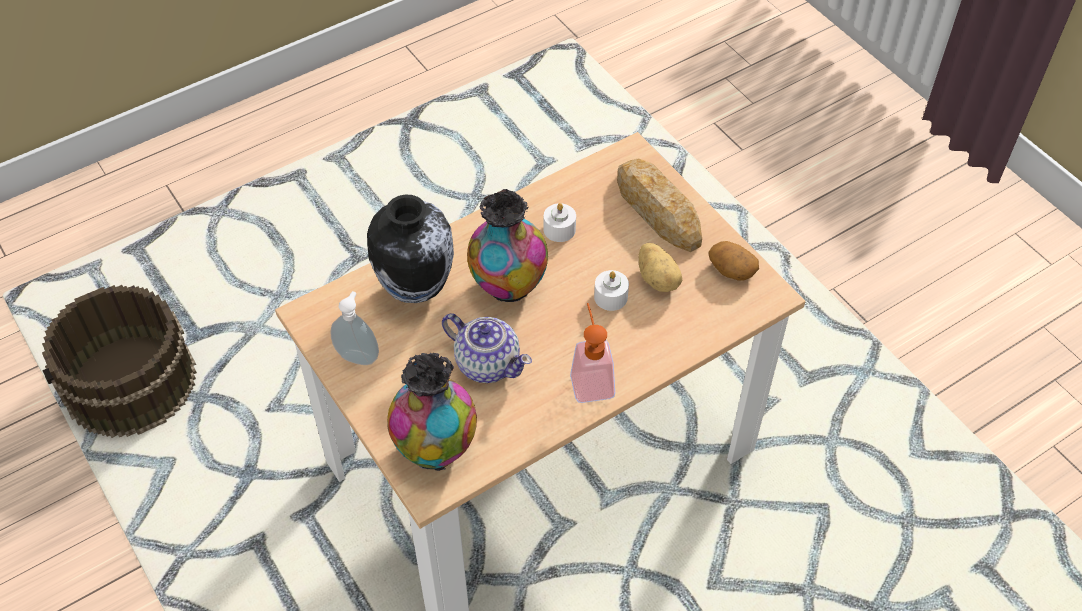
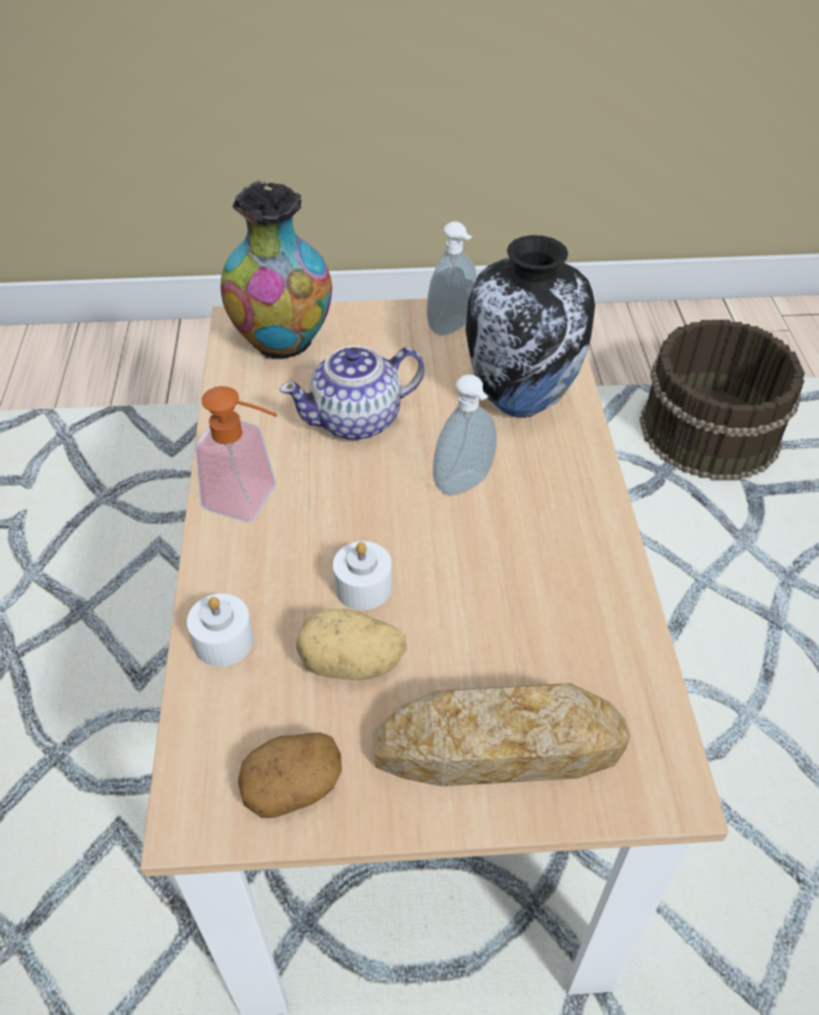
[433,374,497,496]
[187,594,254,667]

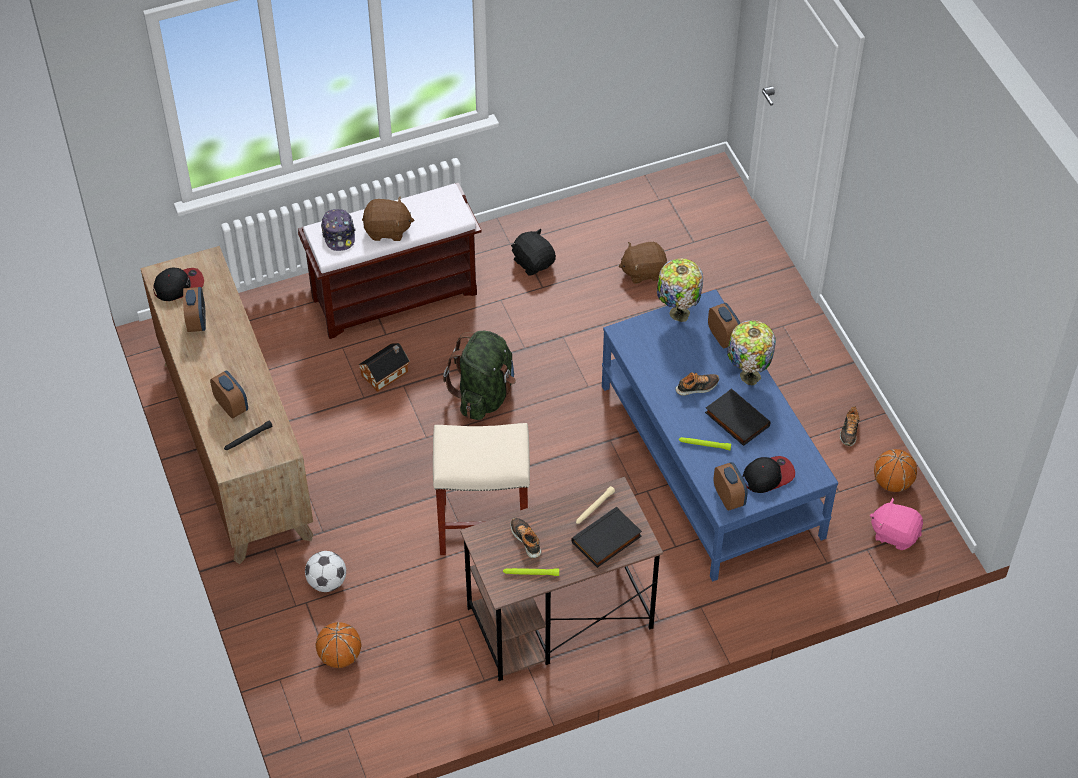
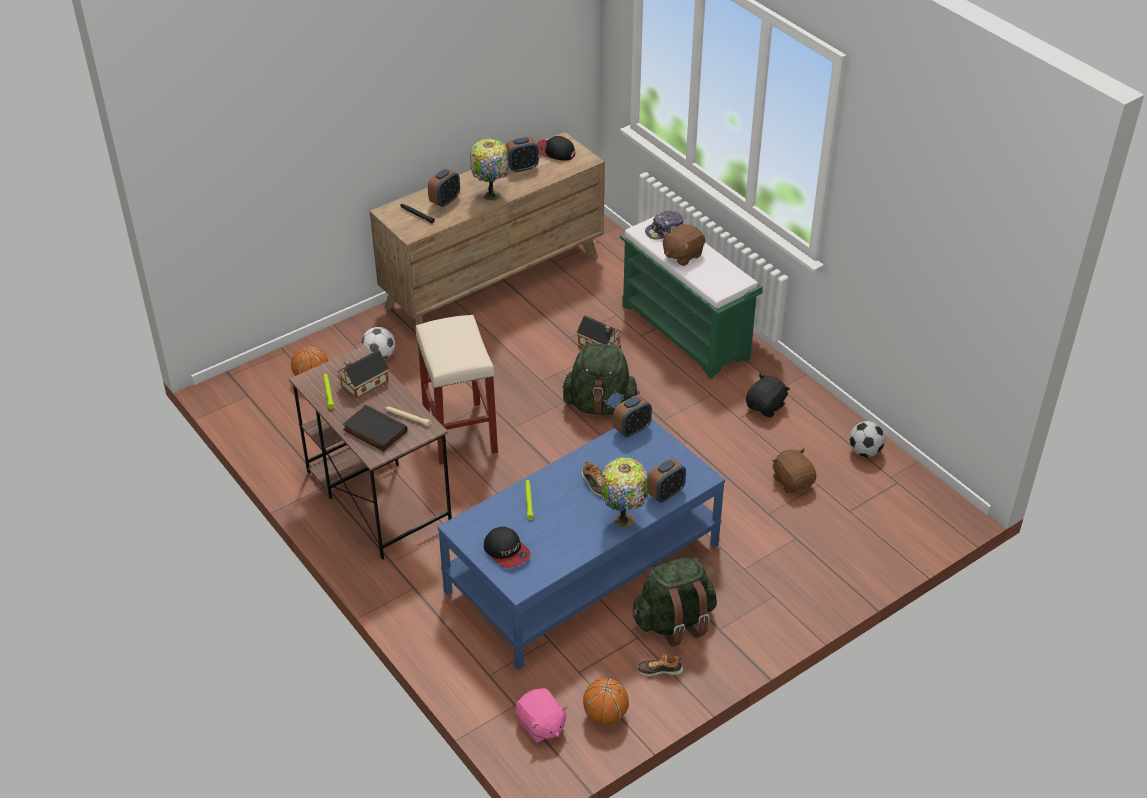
[620,216,763,379]
[663,224,705,266]
[470,139,509,201]
[536,136,575,161]
[705,389,770,446] (first image)
[613,395,652,437]
[516,688,568,743]
[337,350,389,399]
[849,421,885,457]
[632,557,717,646]

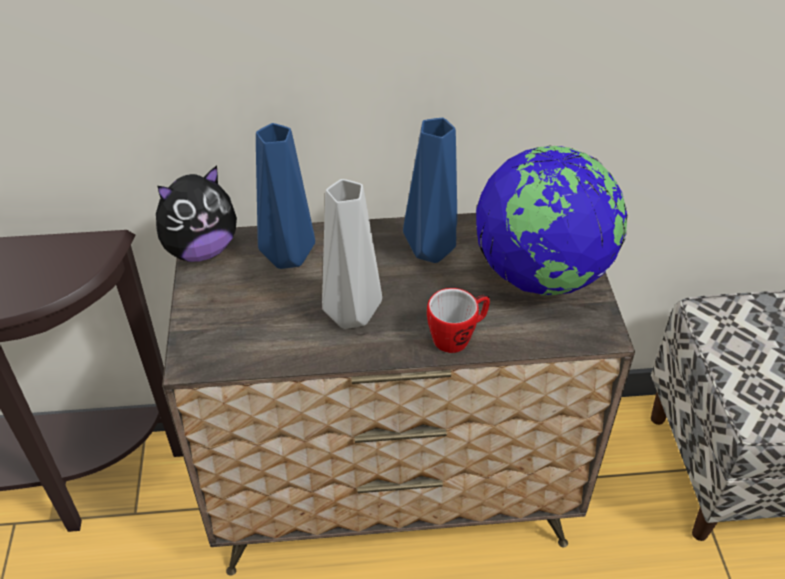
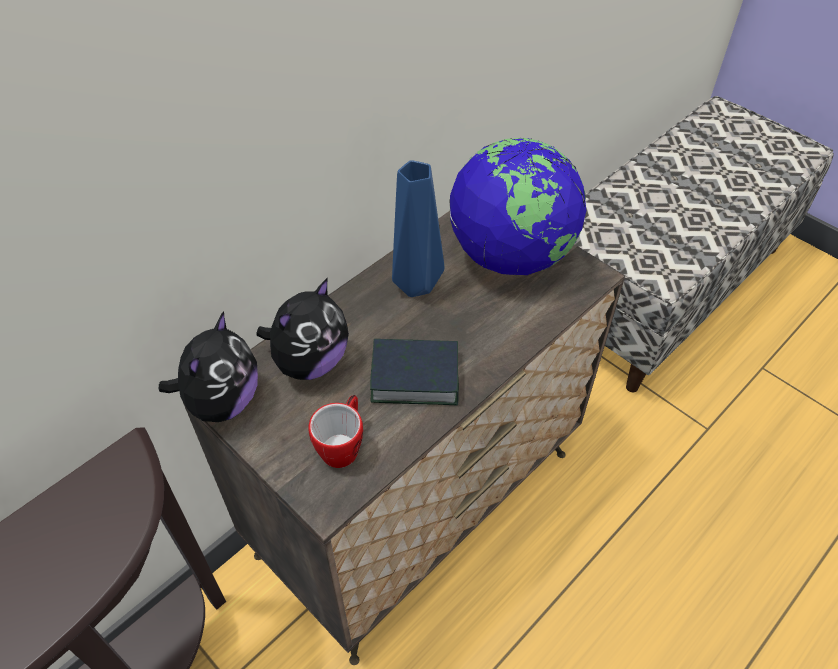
[256,278,349,380]
[370,339,459,405]
[309,395,363,468]

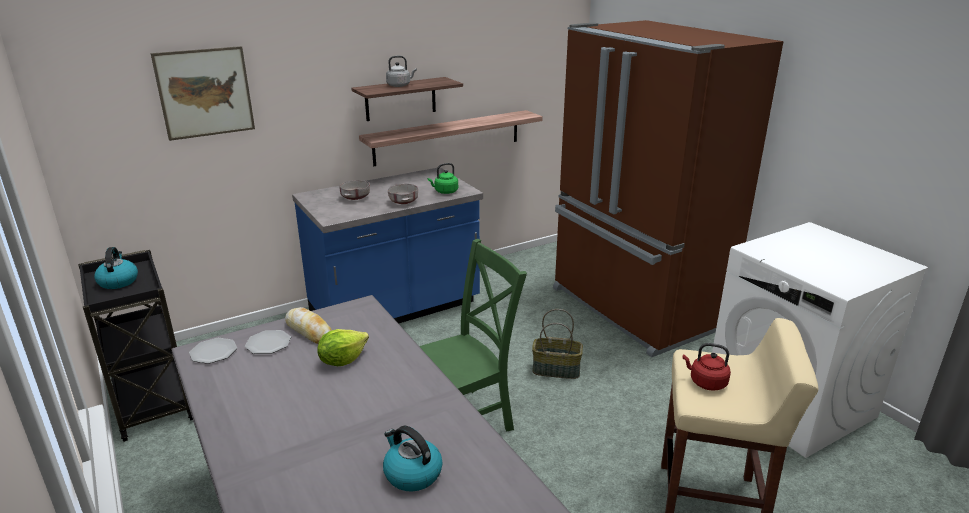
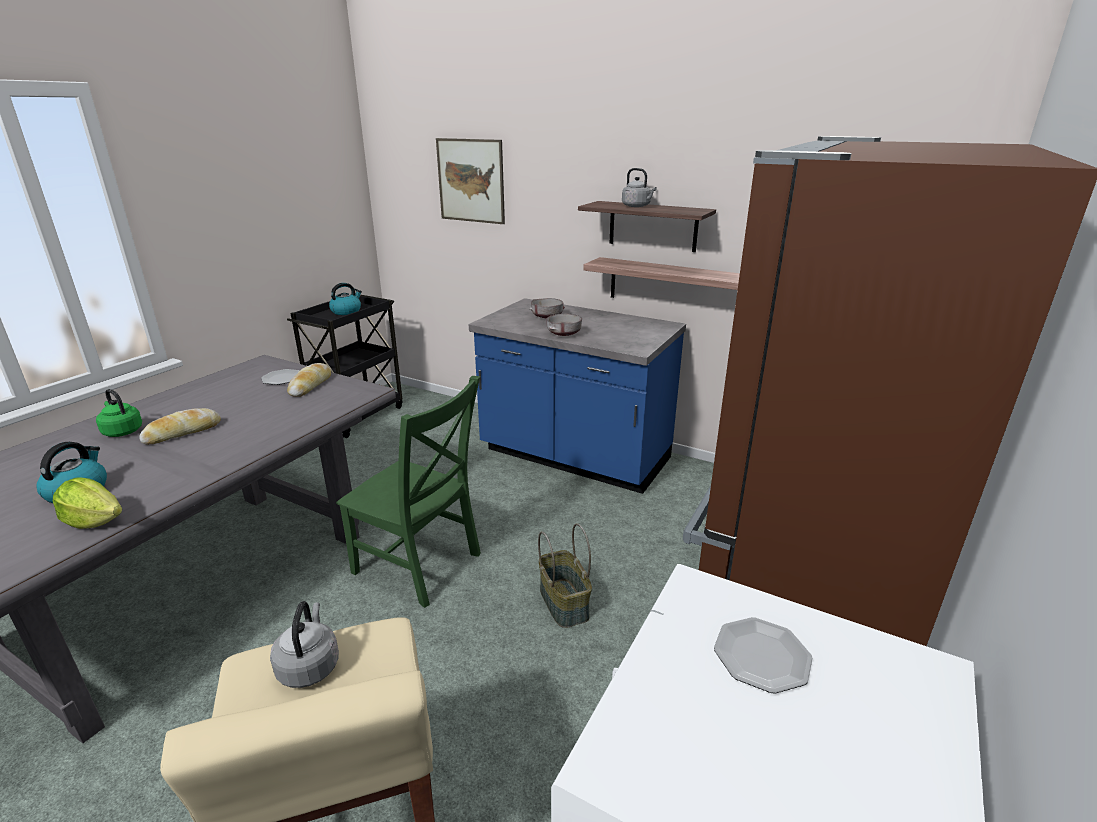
[96,389,142,437]
[53,477,122,529]
[714,617,813,694]
[270,601,339,688]
[139,408,221,445]

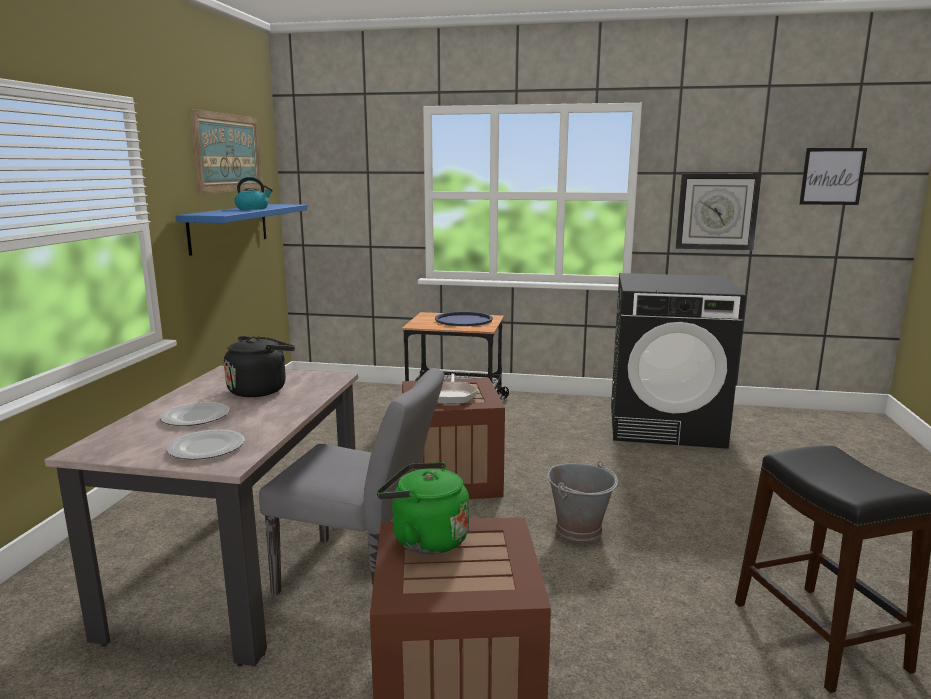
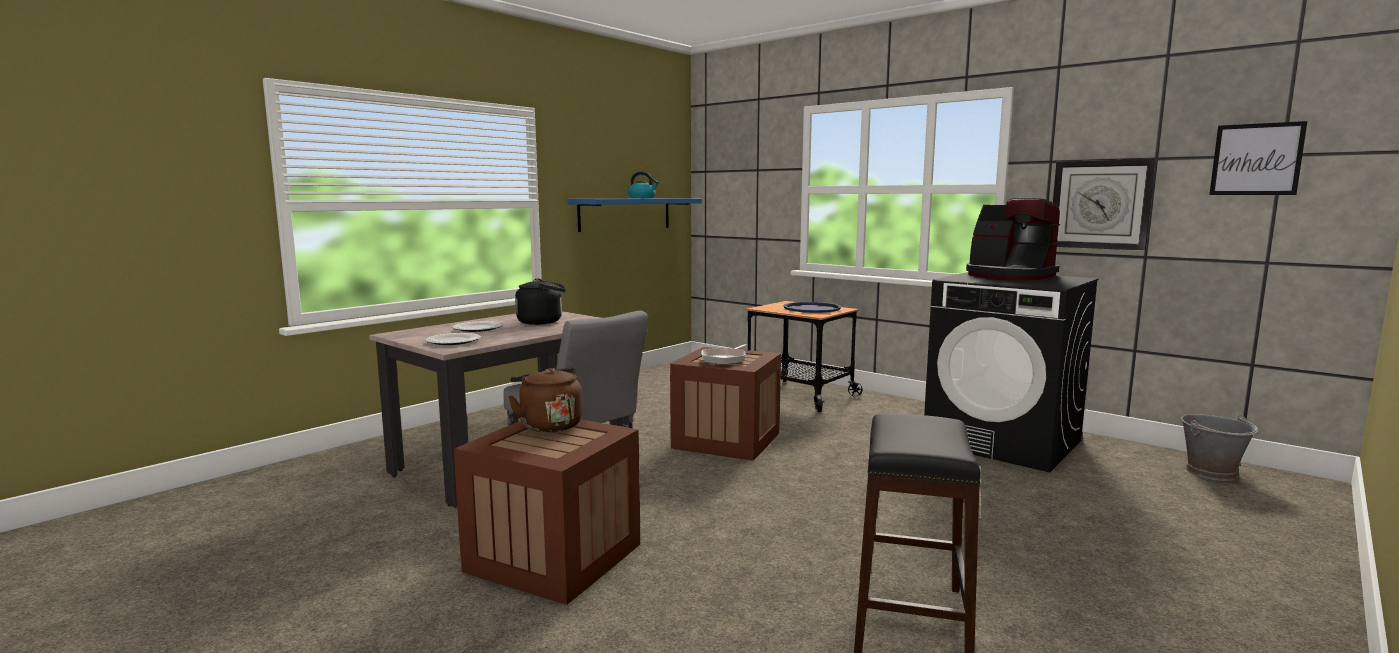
[190,109,262,194] (first image)
[1181,414,1258,481]
[509,368,583,432]
[966,198,1060,280]

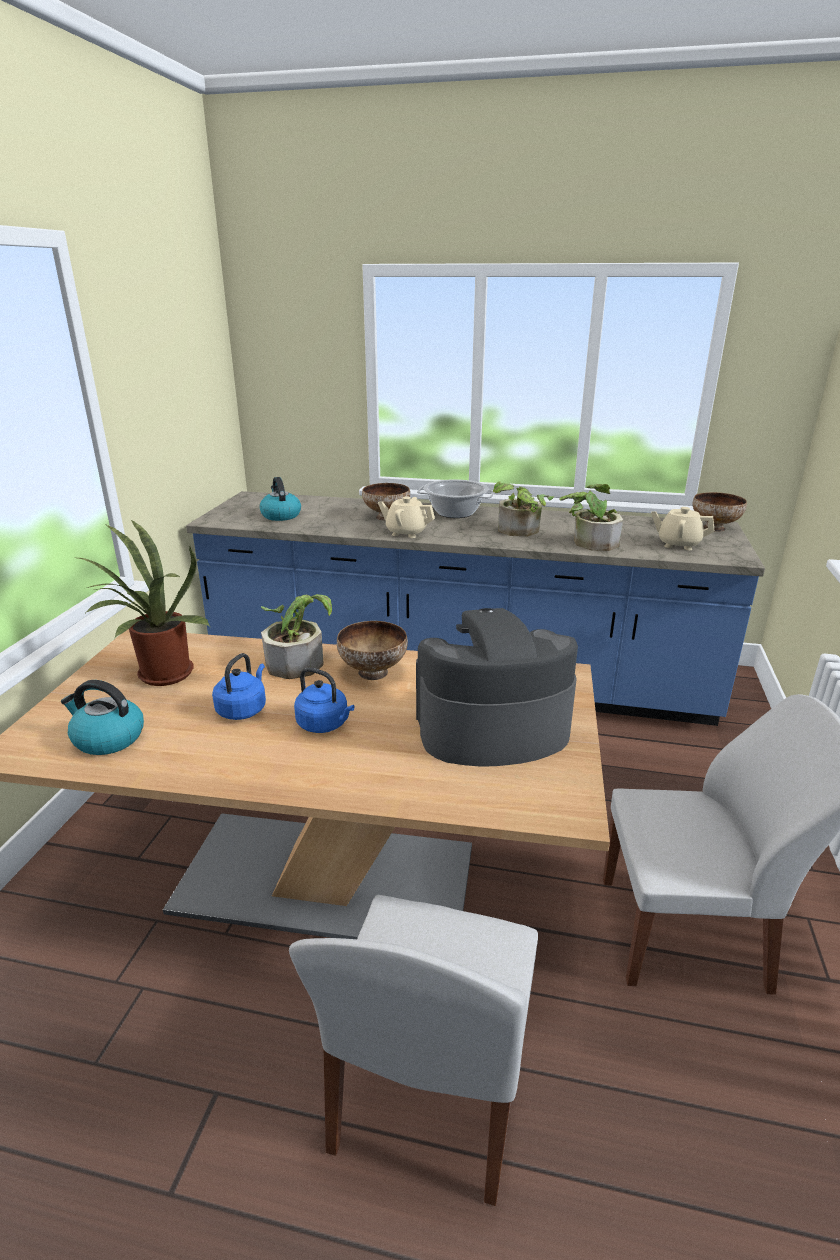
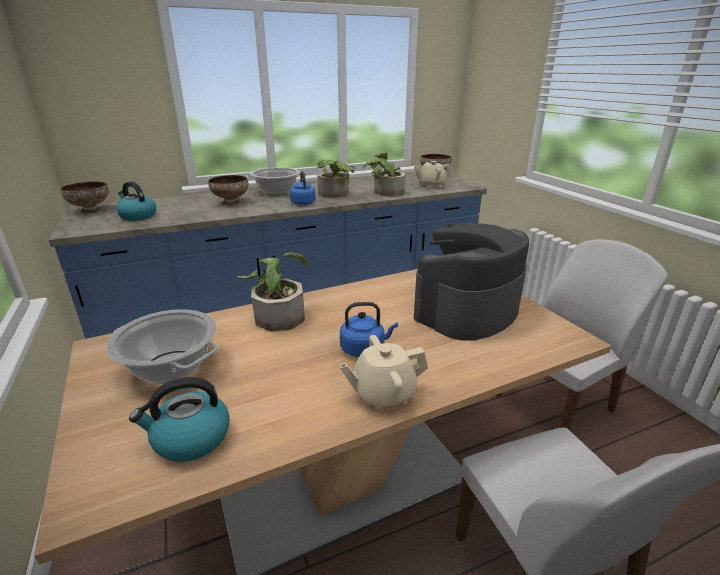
[339,335,428,410]
[106,309,219,384]
[61,182,109,213]
[290,171,316,205]

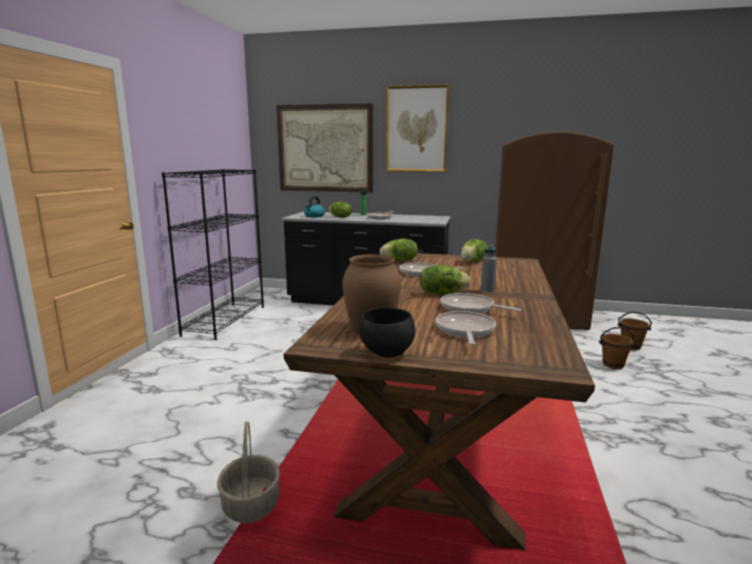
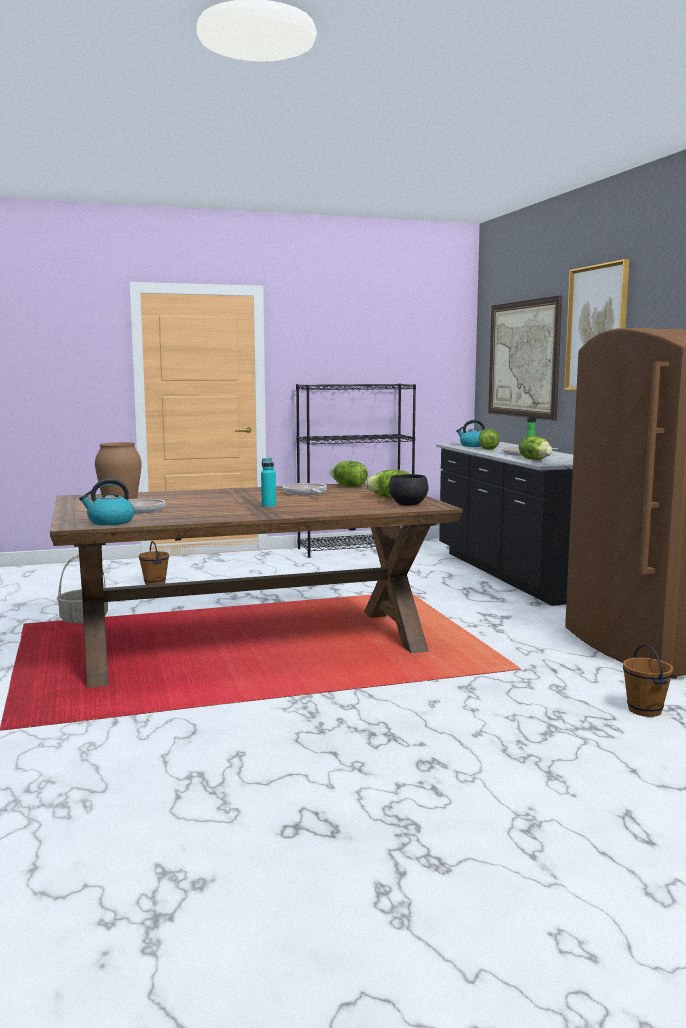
[261,458,276,508]
[519,436,552,460]
[440,293,522,314] (first image)
[389,474,429,506]
[139,541,169,585]
[79,479,134,525]

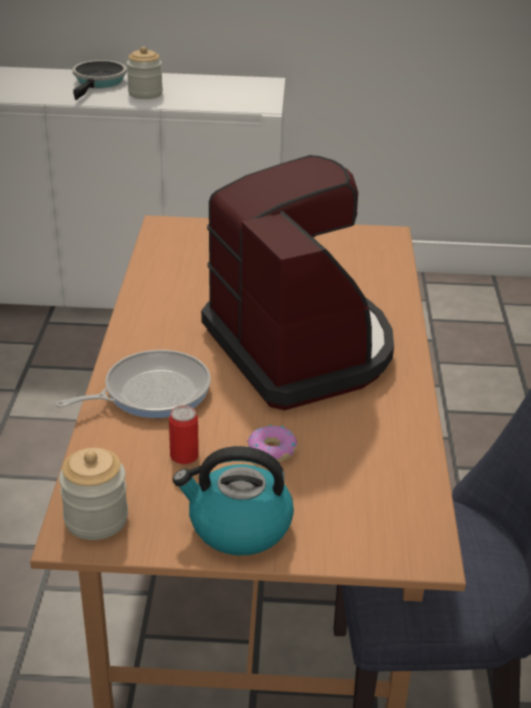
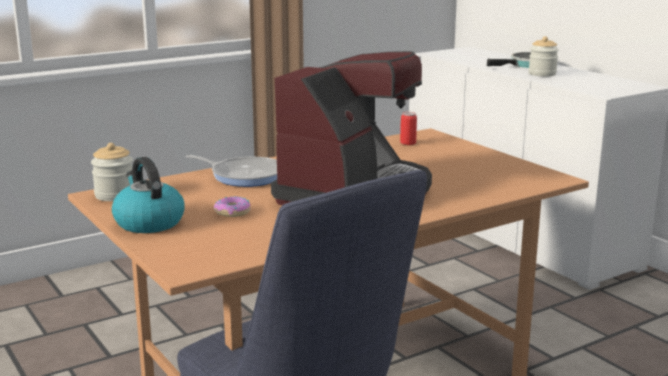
[400,112,417,145]

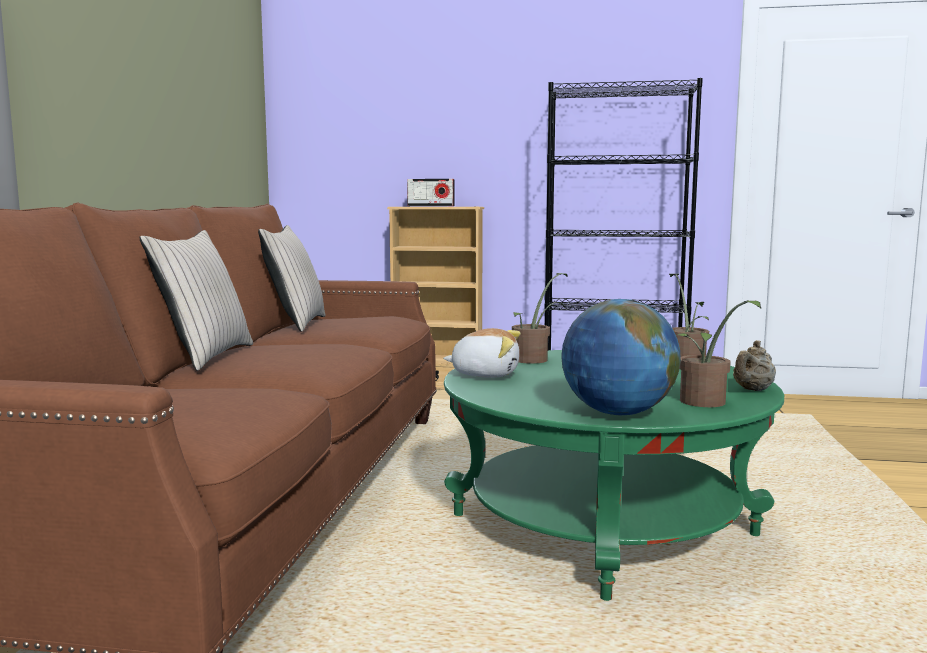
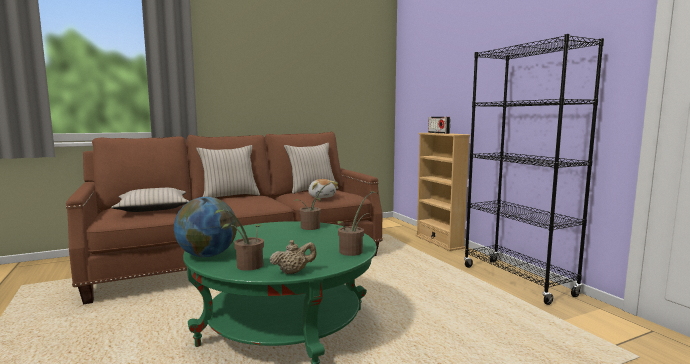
[309,179,338,198]
[270,240,316,274]
[111,188,189,212]

